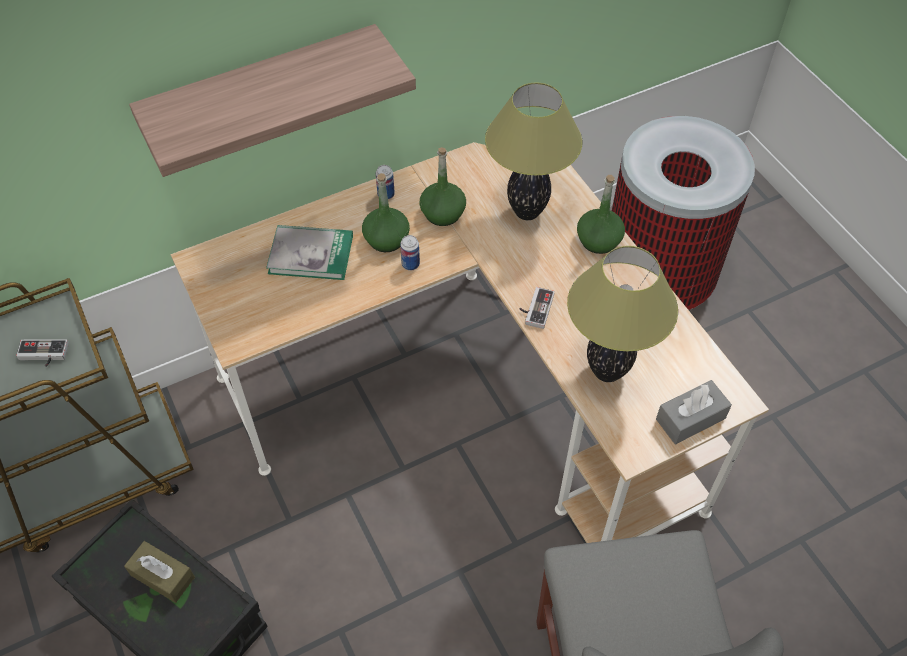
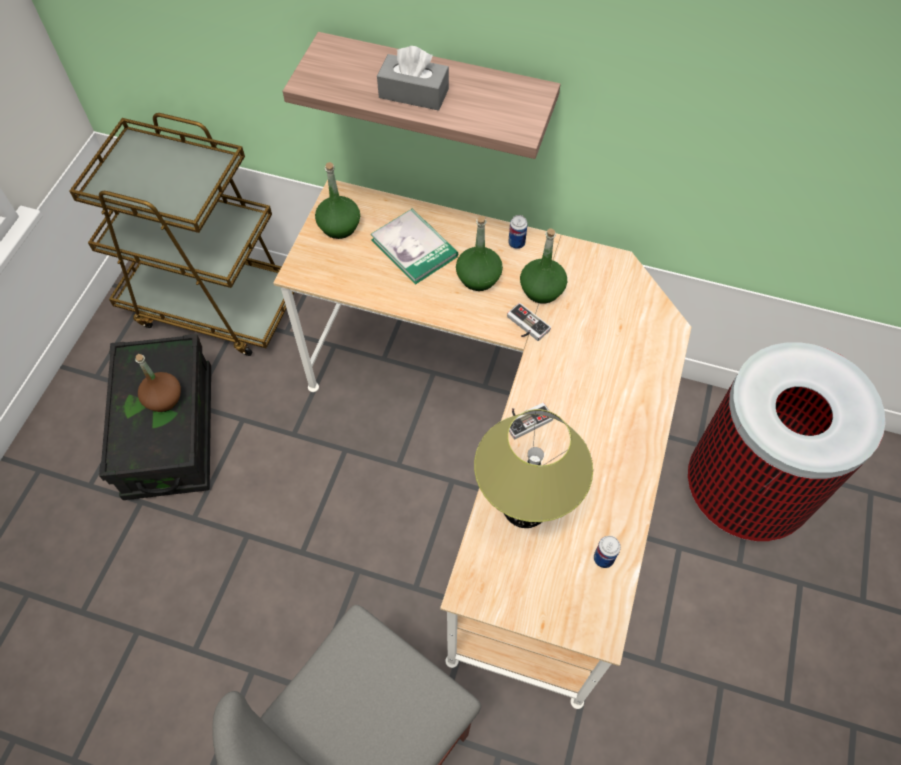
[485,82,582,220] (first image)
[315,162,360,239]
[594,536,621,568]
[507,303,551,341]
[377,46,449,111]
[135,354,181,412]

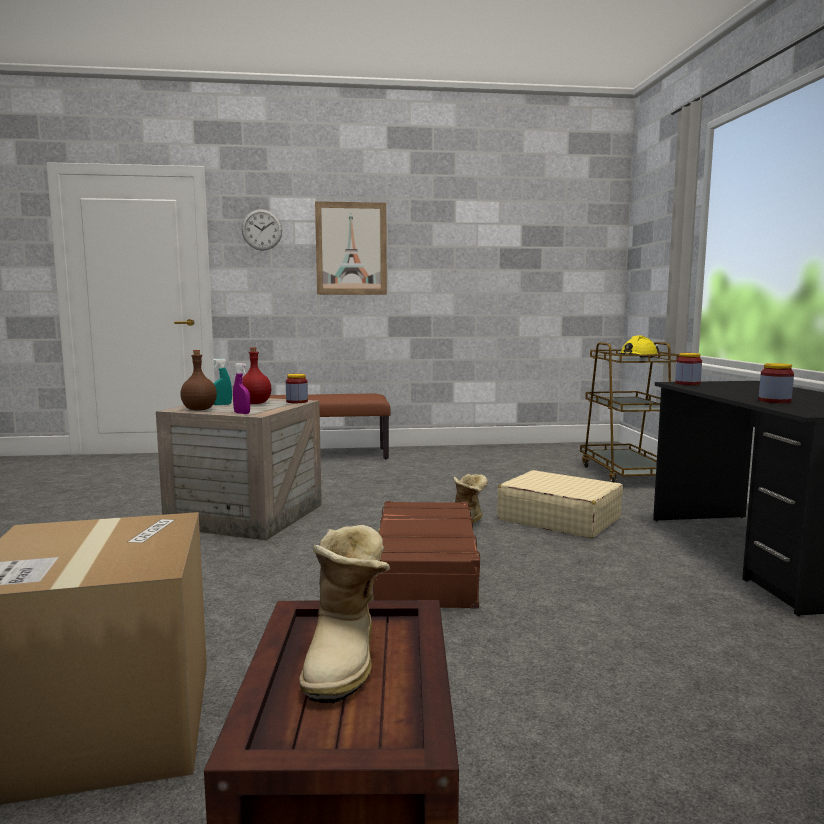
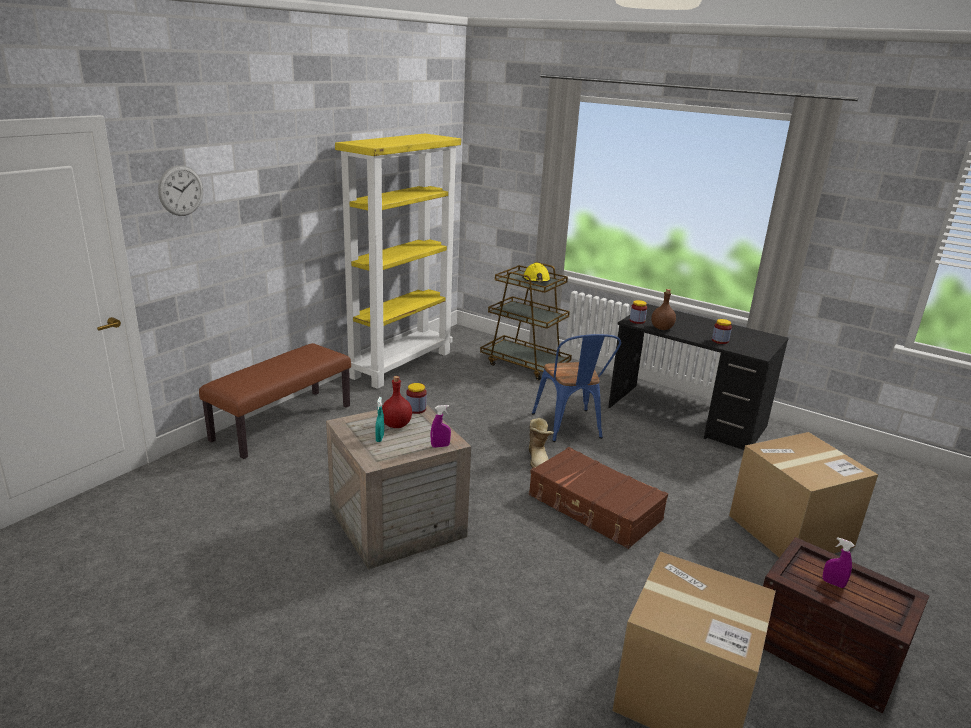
[315,201,387,295] (first image)
[651,289,676,330]
[532,334,621,442]
[823,537,854,588]
[335,133,461,389]
[729,432,878,558]

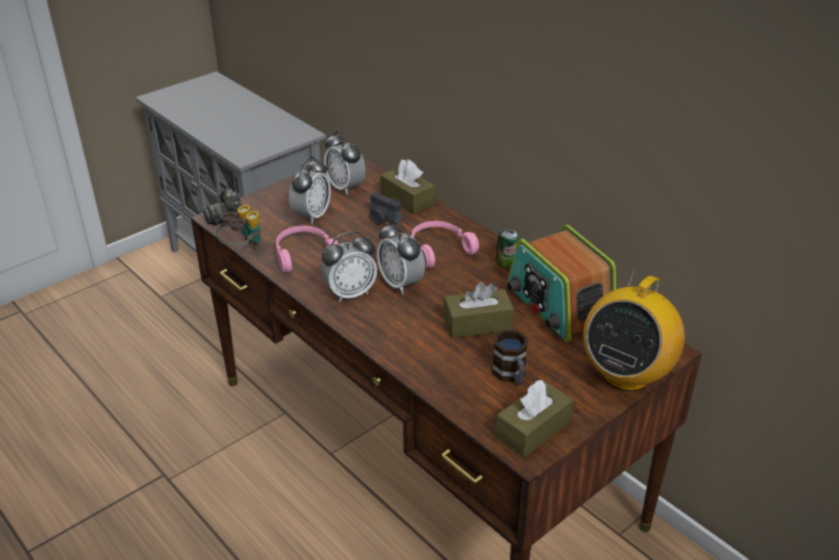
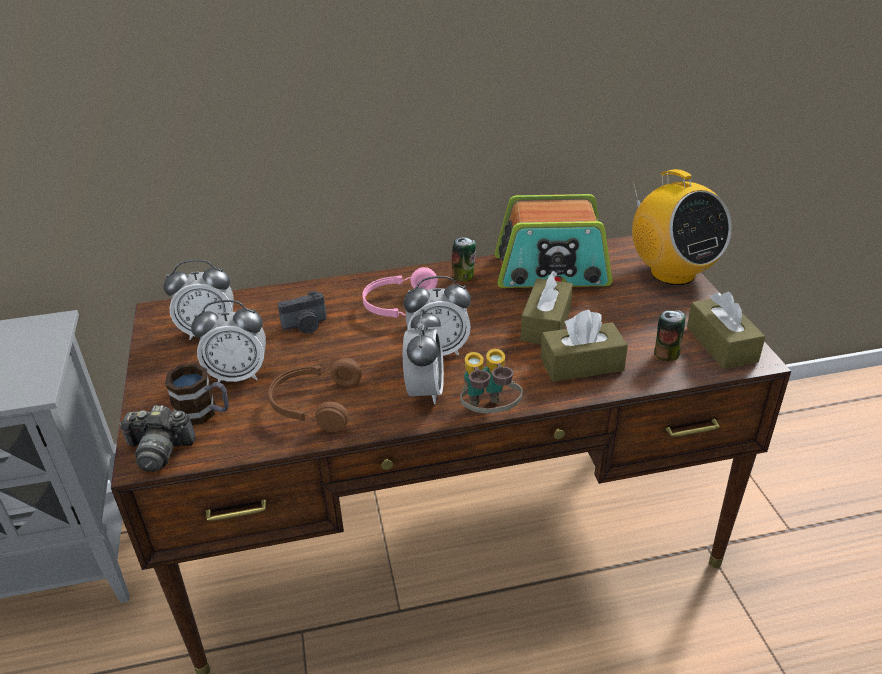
[191,300,266,382]
[540,310,628,382]
[460,349,523,413]
[268,358,362,432]
[165,363,229,425]
[654,310,686,361]

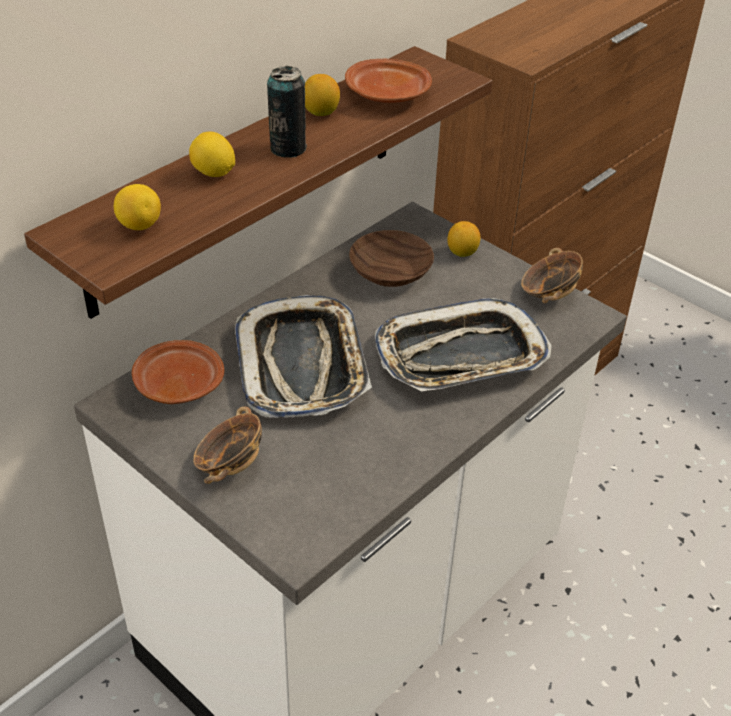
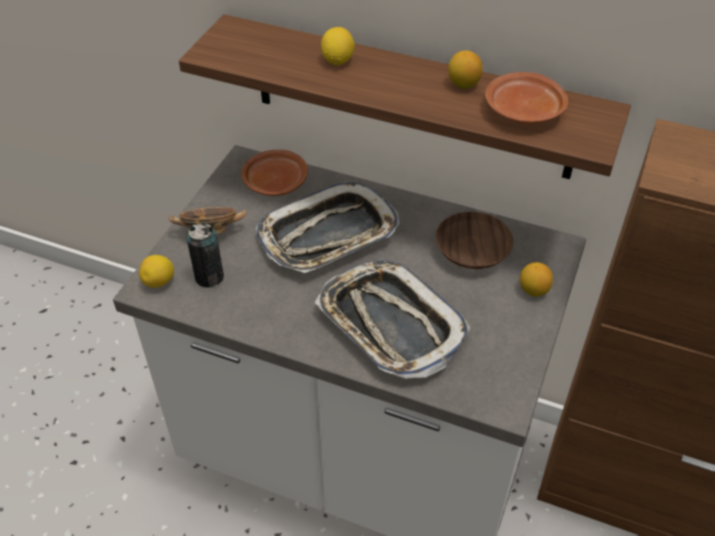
[186,223,224,288]
[139,255,174,288]
[521,248,583,303] (first image)

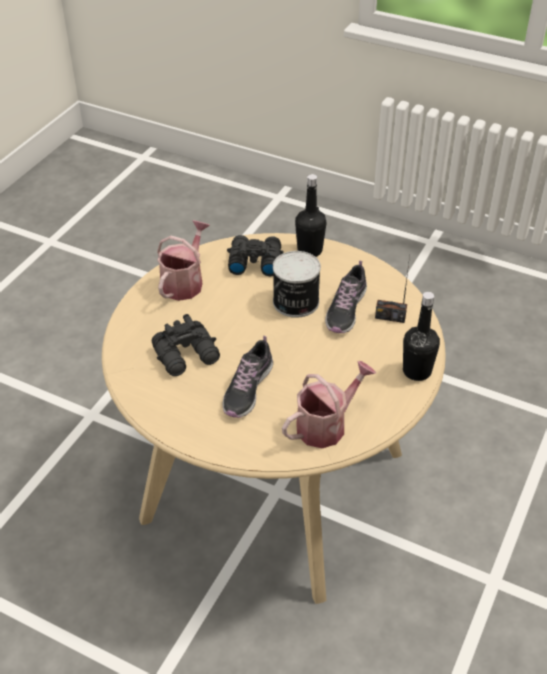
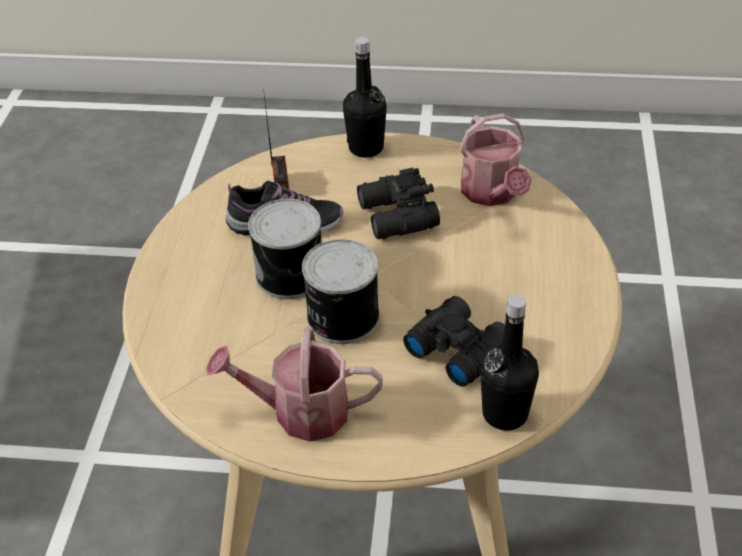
[480,294,539,431]
[357,168,440,239]
[223,336,273,418] (first image)
[459,113,532,206]
[302,239,380,344]

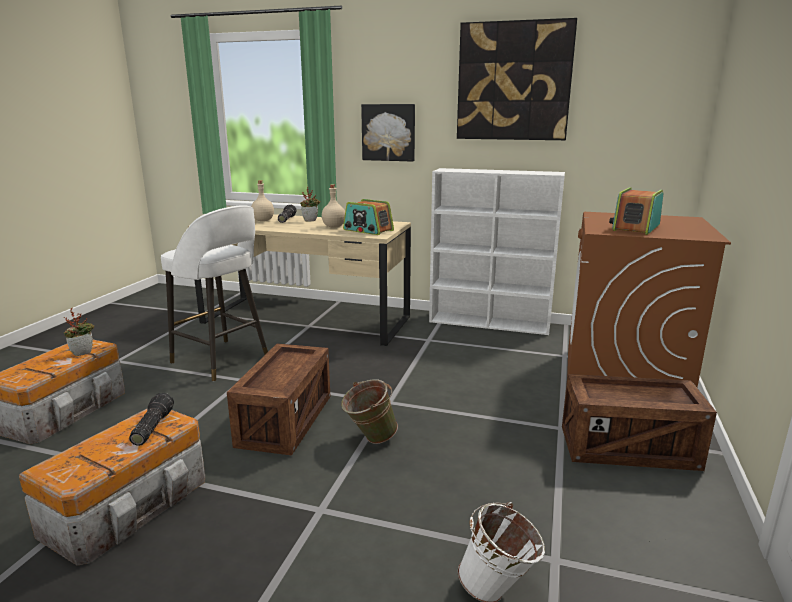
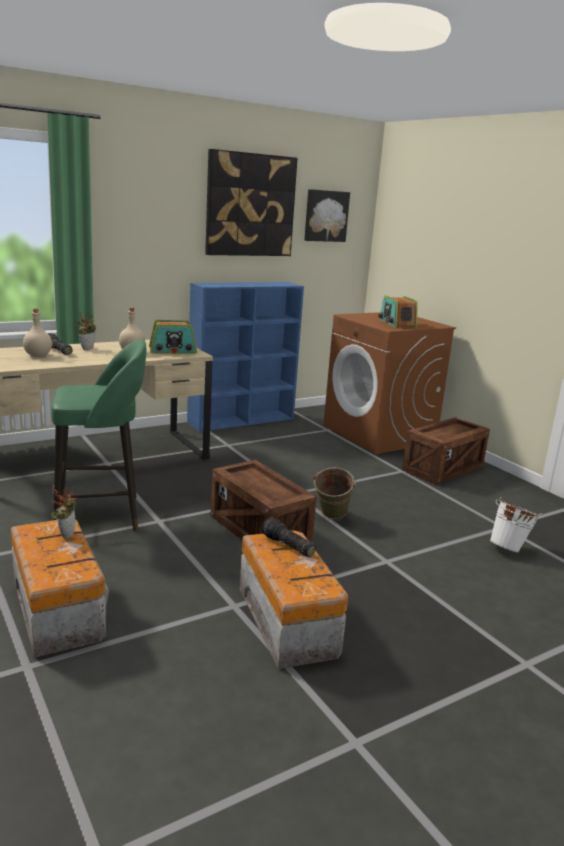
[304,189,350,242]
[187,282,304,432]
[51,339,146,532]

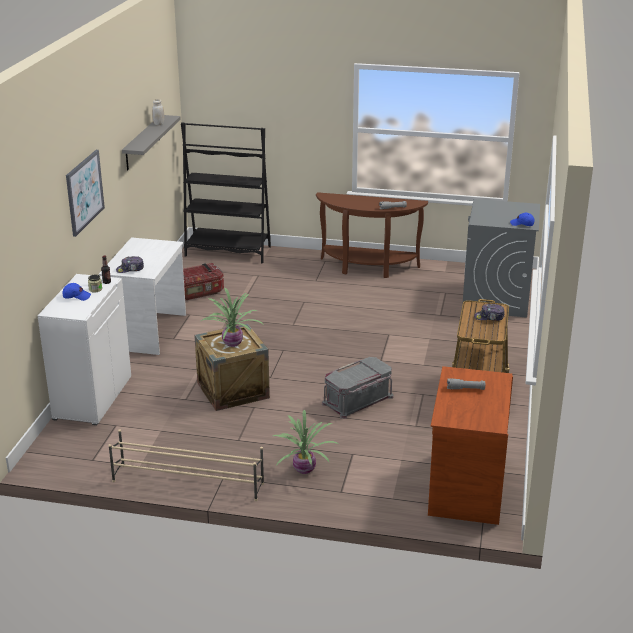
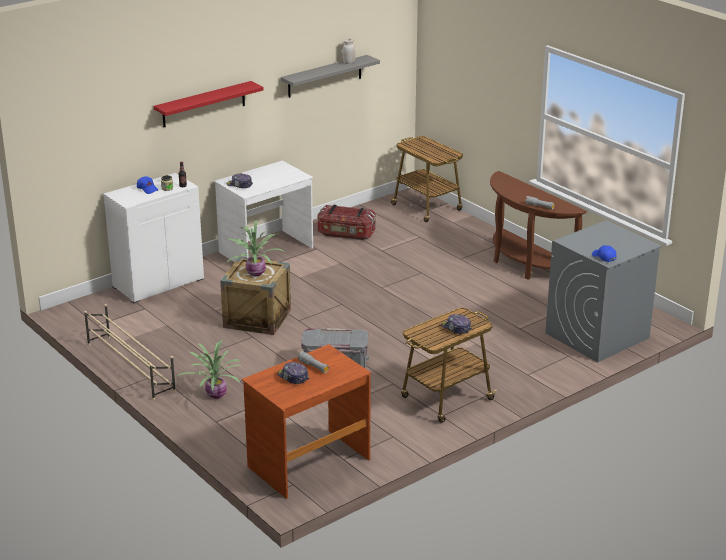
[390,136,463,222]
[154,81,263,127]
[277,362,309,384]

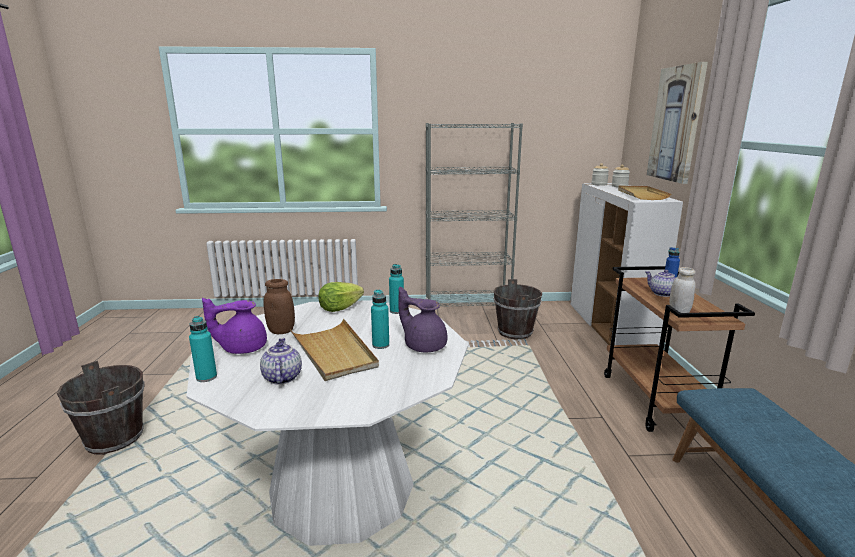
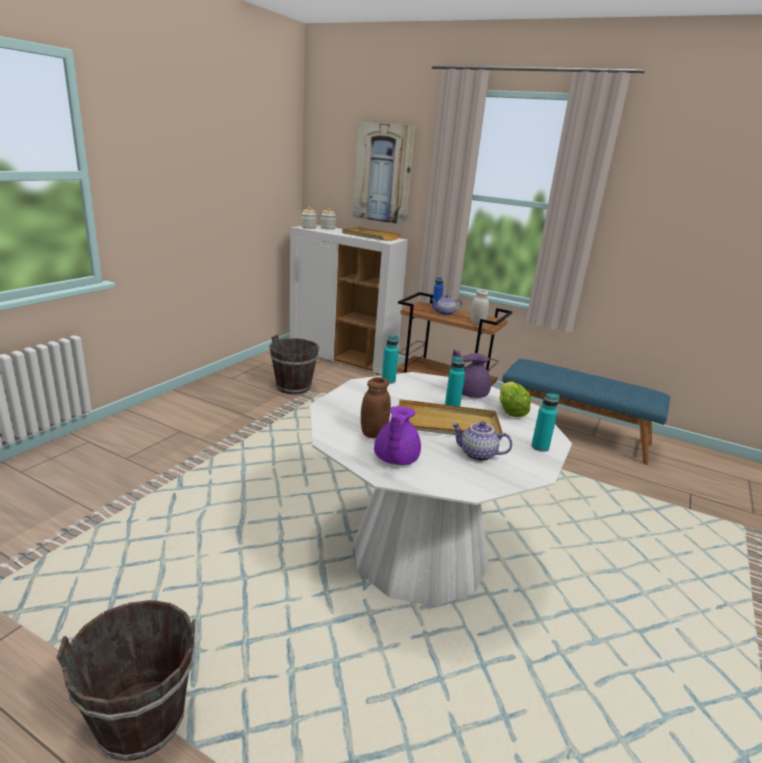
[425,123,523,307] (first image)
[500,382,531,417]
[531,393,559,452]

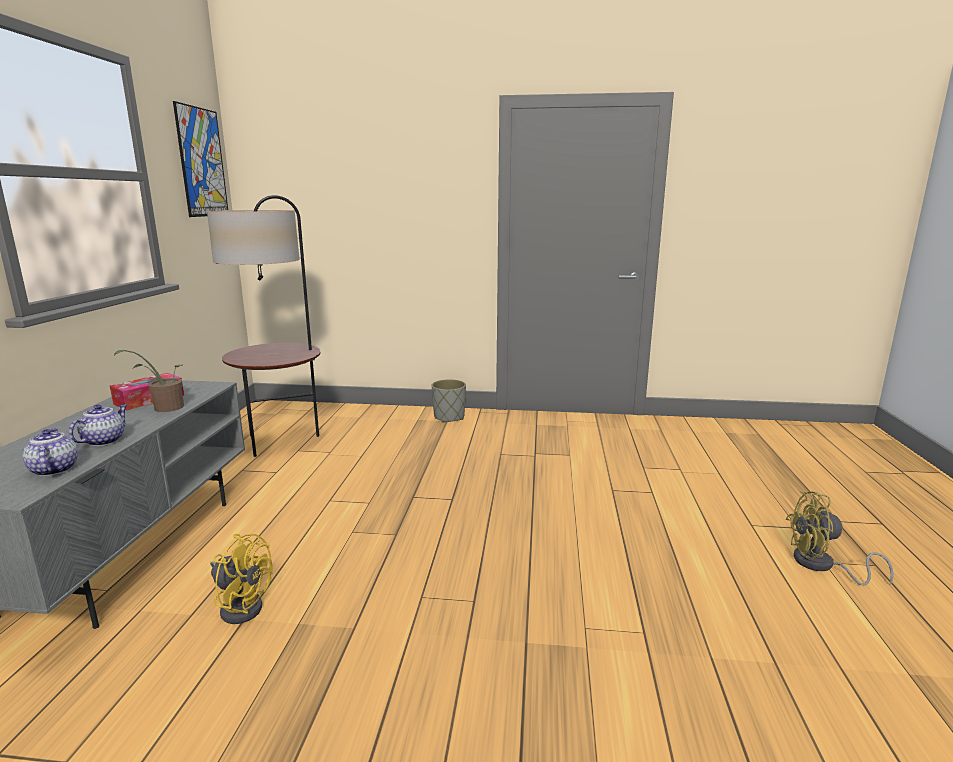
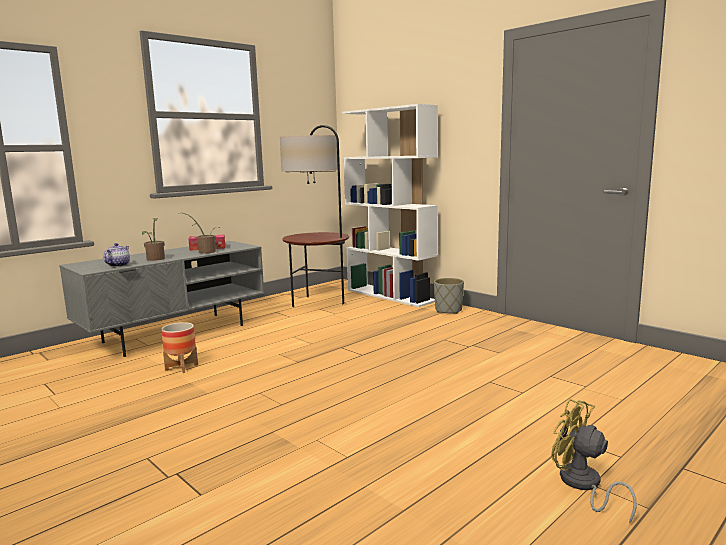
[173,101,228,217] (first image)
[142,218,165,261]
[161,322,198,373]
[342,104,438,307]

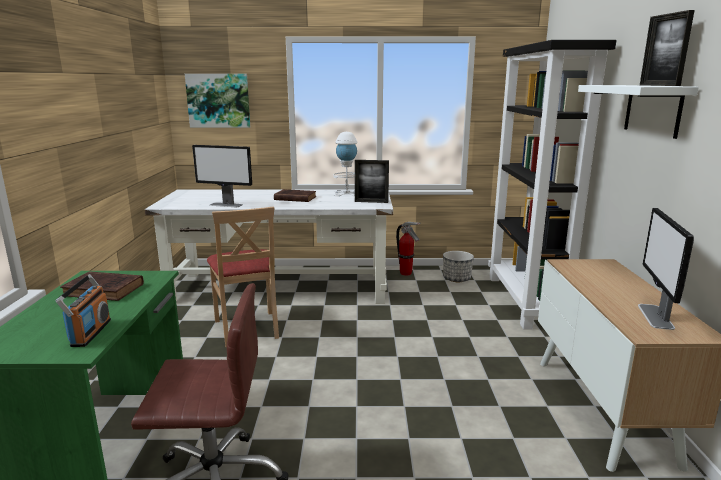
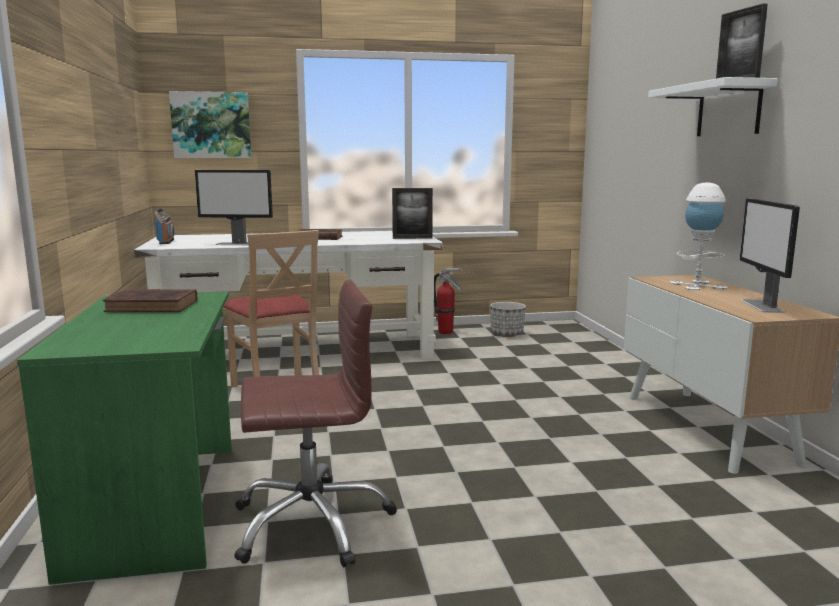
[488,40,617,329] (first image)
[669,183,728,290]
[154,208,174,244]

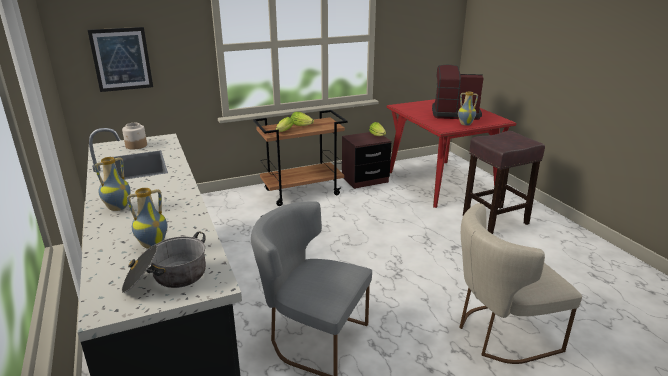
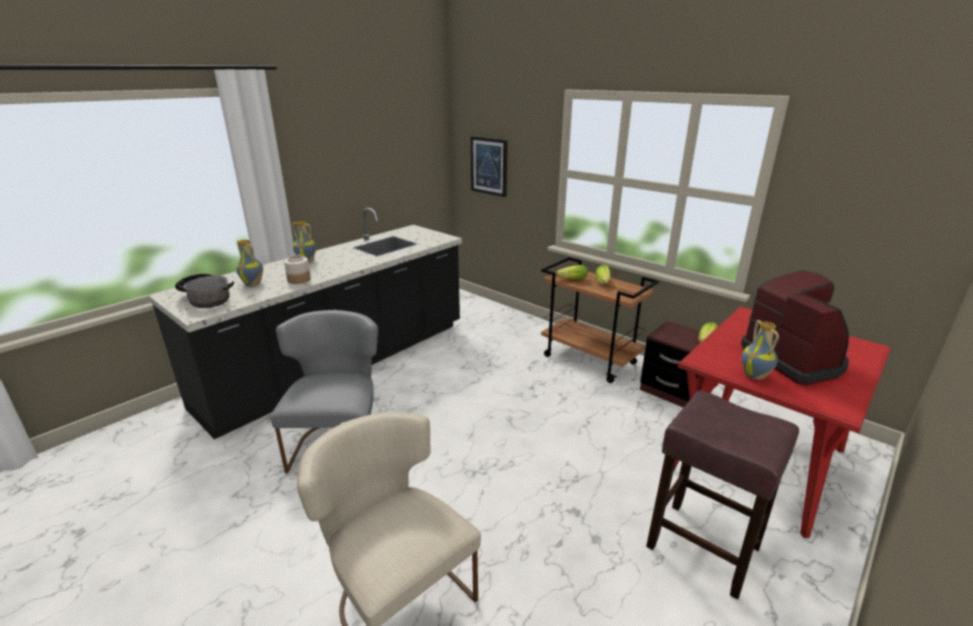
[284,255,311,284]

